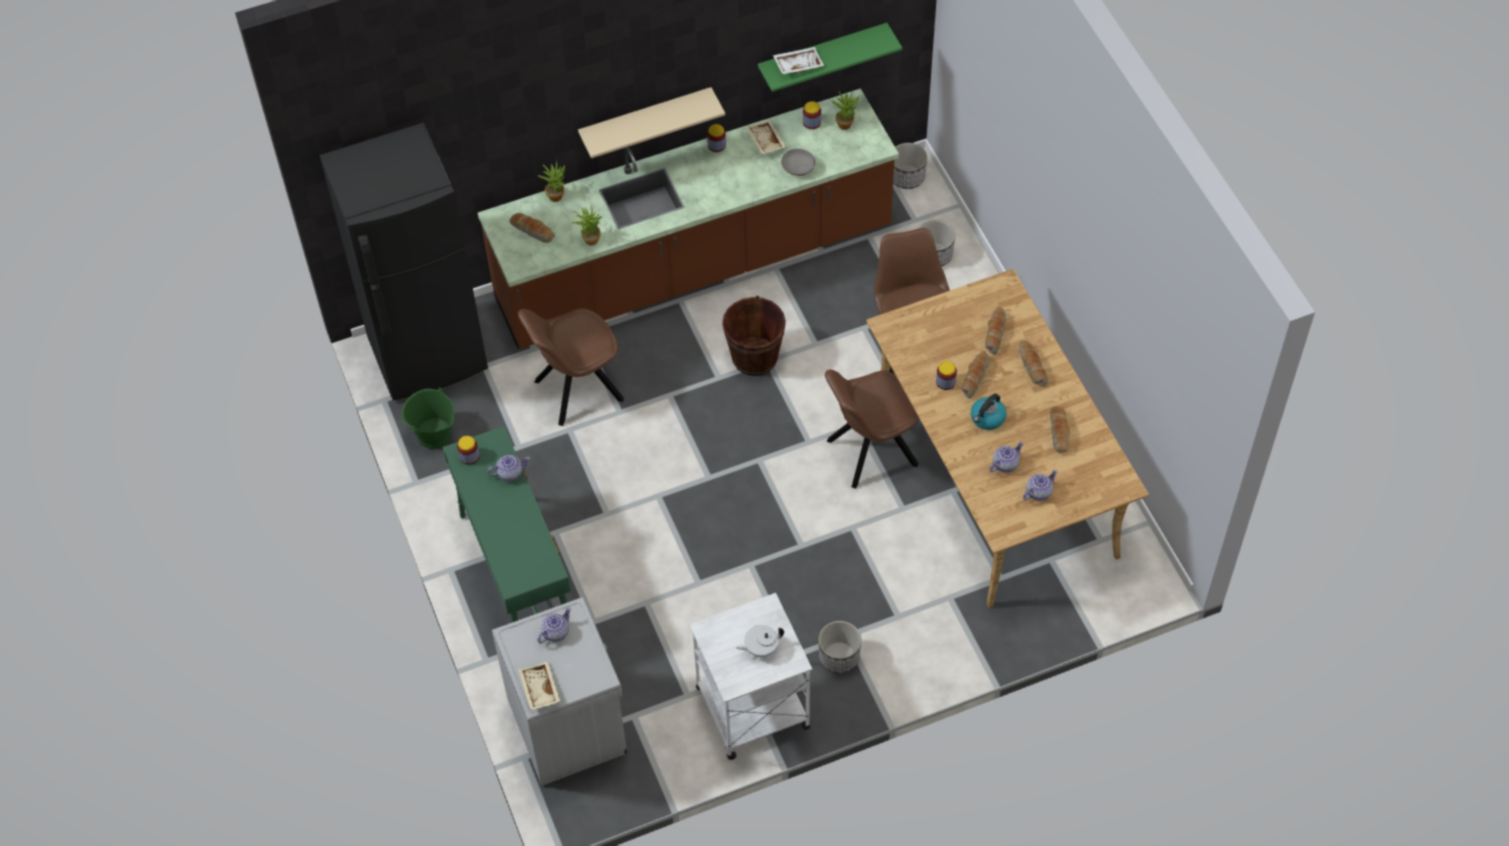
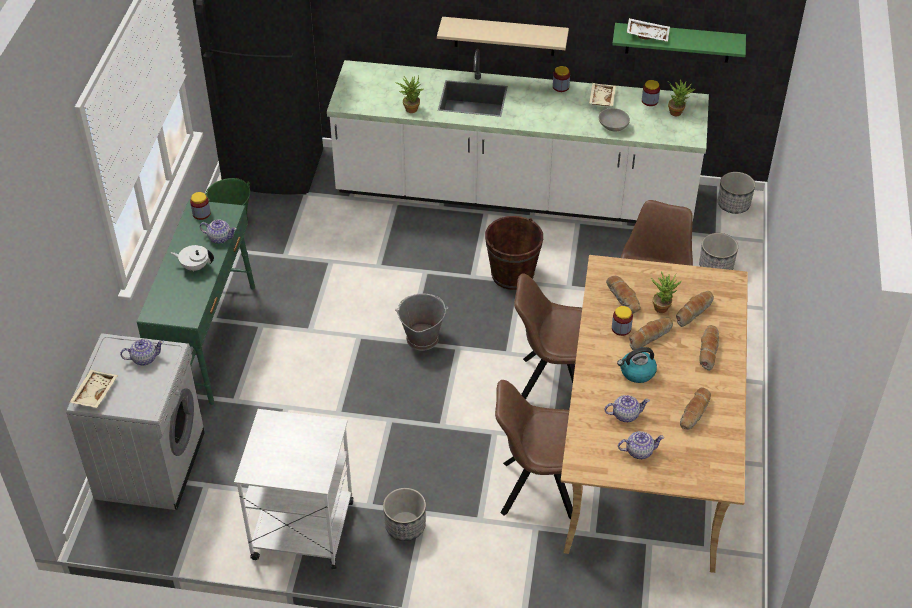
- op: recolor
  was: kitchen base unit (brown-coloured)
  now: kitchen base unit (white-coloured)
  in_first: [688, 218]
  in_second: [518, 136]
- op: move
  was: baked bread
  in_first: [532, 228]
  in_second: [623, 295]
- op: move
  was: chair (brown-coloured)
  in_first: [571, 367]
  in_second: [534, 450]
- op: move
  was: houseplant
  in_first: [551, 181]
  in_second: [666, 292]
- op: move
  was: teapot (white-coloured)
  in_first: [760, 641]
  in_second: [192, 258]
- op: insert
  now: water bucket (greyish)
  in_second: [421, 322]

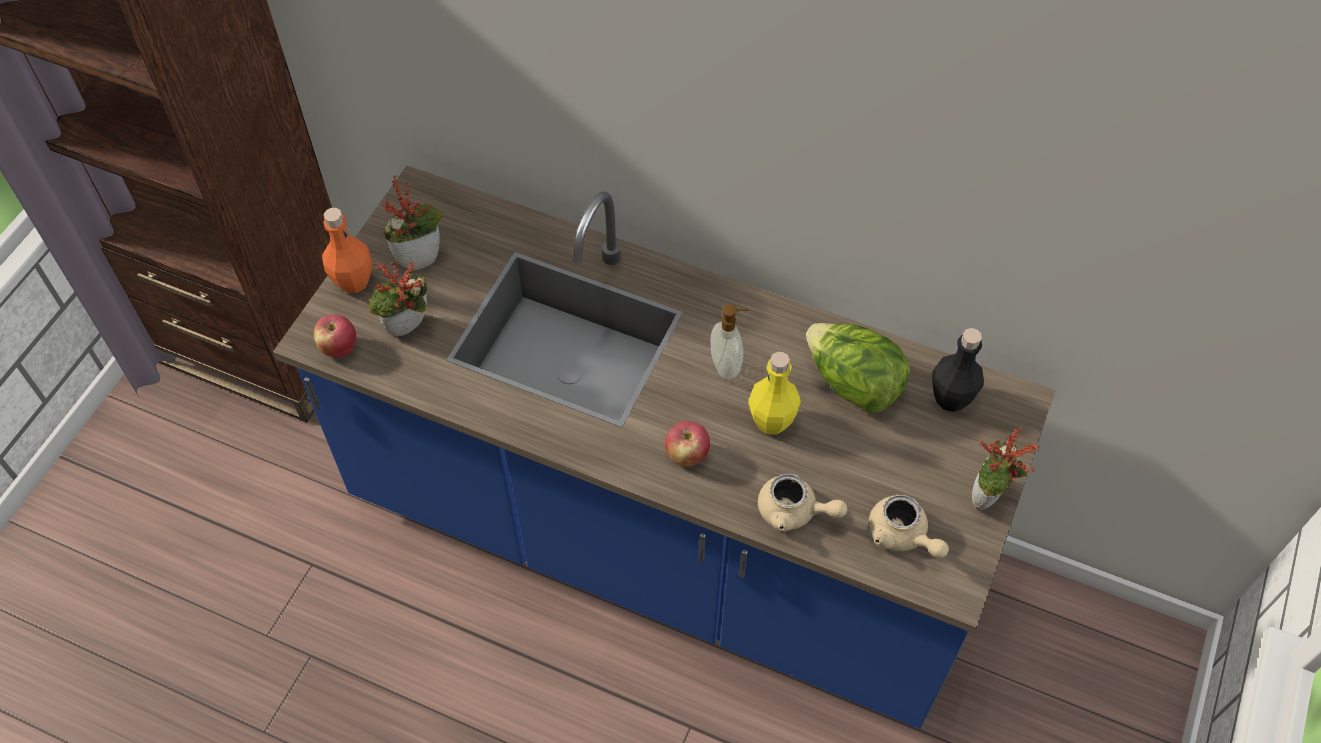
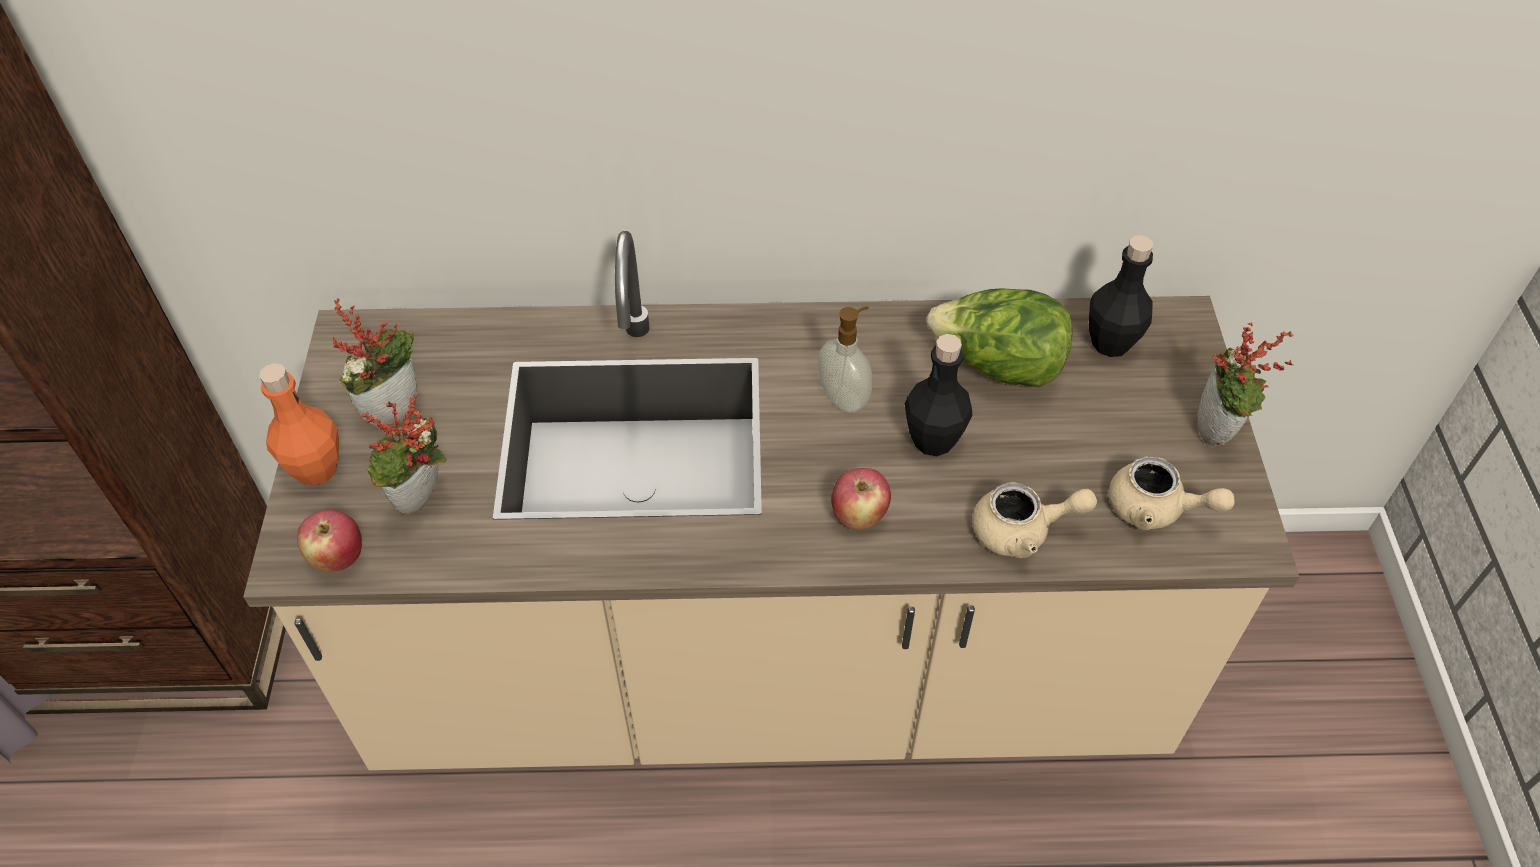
- op: recolor
  was: kitchen base unit (bluish)
  now: kitchen base unit (beige-coloured)
  in_first: [664, 447]
  in_second: [771, 500]
- op: recolor
  was: drink bottle (yellow-coloured)
  now: drink bottle (black-coloured)
  in_first: [774, 393]
  in_second: [938, 395]

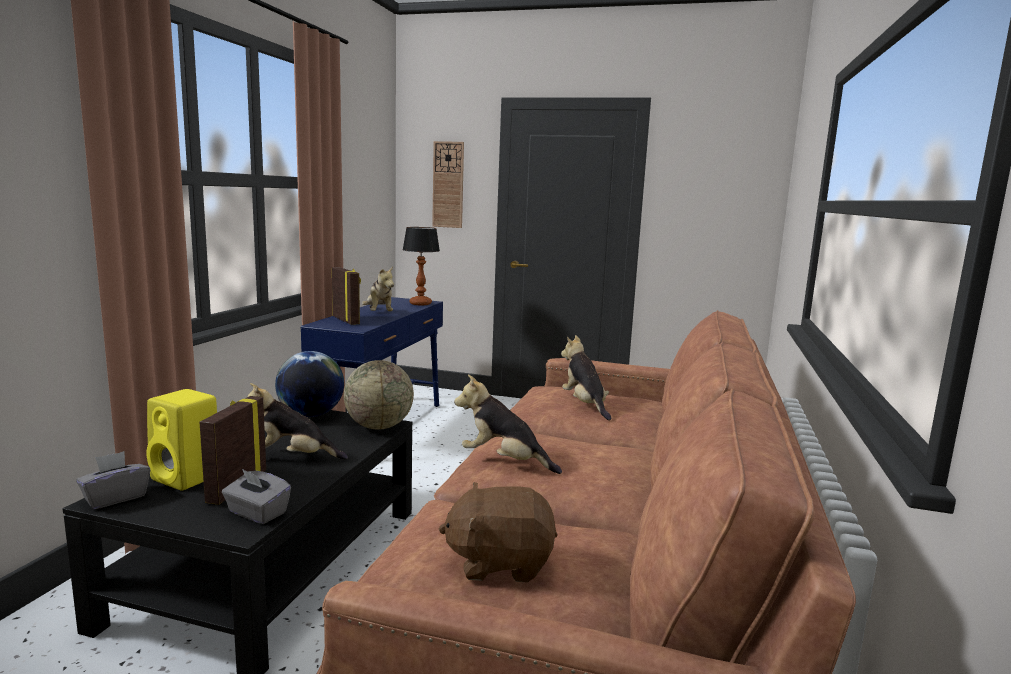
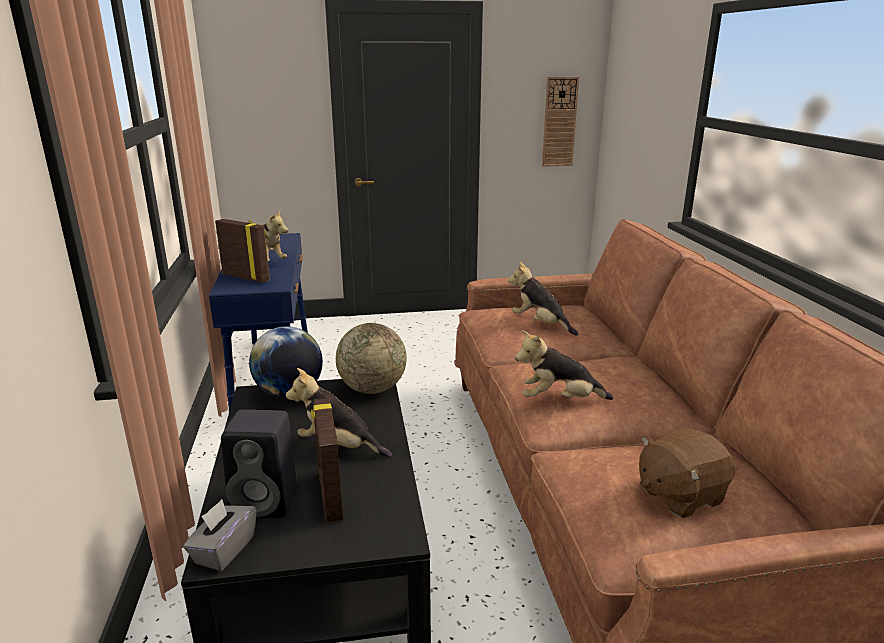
- op: recolor
  was: loudspeaker (yellow-coloured)
  now: loudspeaker (black-coloured)
  in_first: [181, 439]
  in_second: [259, 464]
- op: delete
  was: tissue box (greyish)
  in_first: [256, 496]
- op: rotate
  was: cuddly toy
  in_first: [298, 421]
  in_second: [339, 412]
  clockwise: 45
- op: delete
  was: tabletop lamp
  in_first: [421, 266]
- op: move
  was: hanging clock
  in_first: [448, 184]
  in_second: [560, 122]

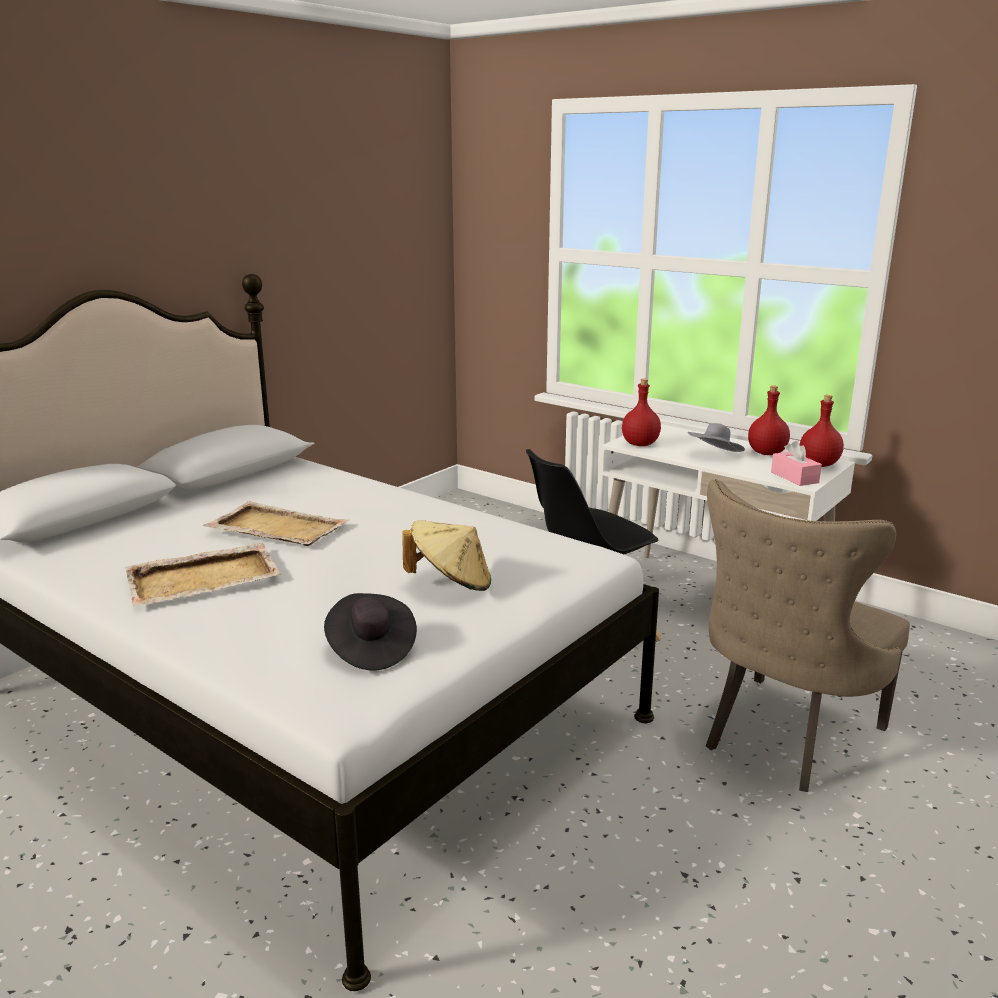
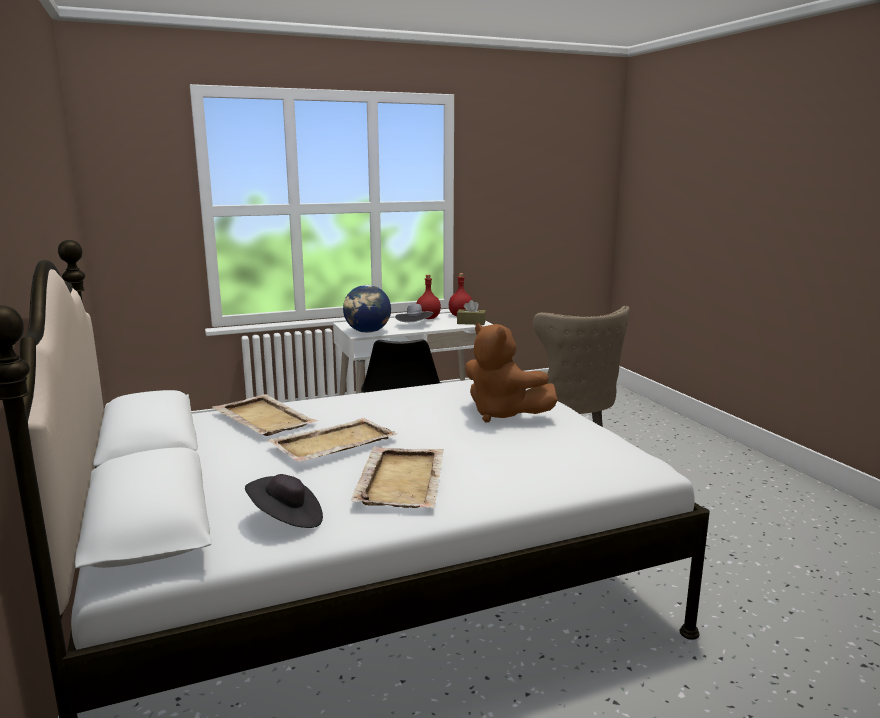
- op: move
  was: hat (black-coloured)
  in_first: [370, 632]
  in_second: [284, 501]
- op: replace
  was: hat (beige-coloured)
  now: cuddly toy (brown-coloured)
  in_first: [446, 555]
  in_second: [511, 373]
- op: replace
  was: drink bottle (red)
  now: desk globe
  in_first: [641, 412]
  in_second: [367, 309]
- op: recolor
  was: tissue box (pink)
  now: tissue box (brown-coloured)
  in_first: [796, 463]
  in_second: [471, 312]
- op: insert
  now: carrying tray (beige-coloured)
  in_second: [265, 415]

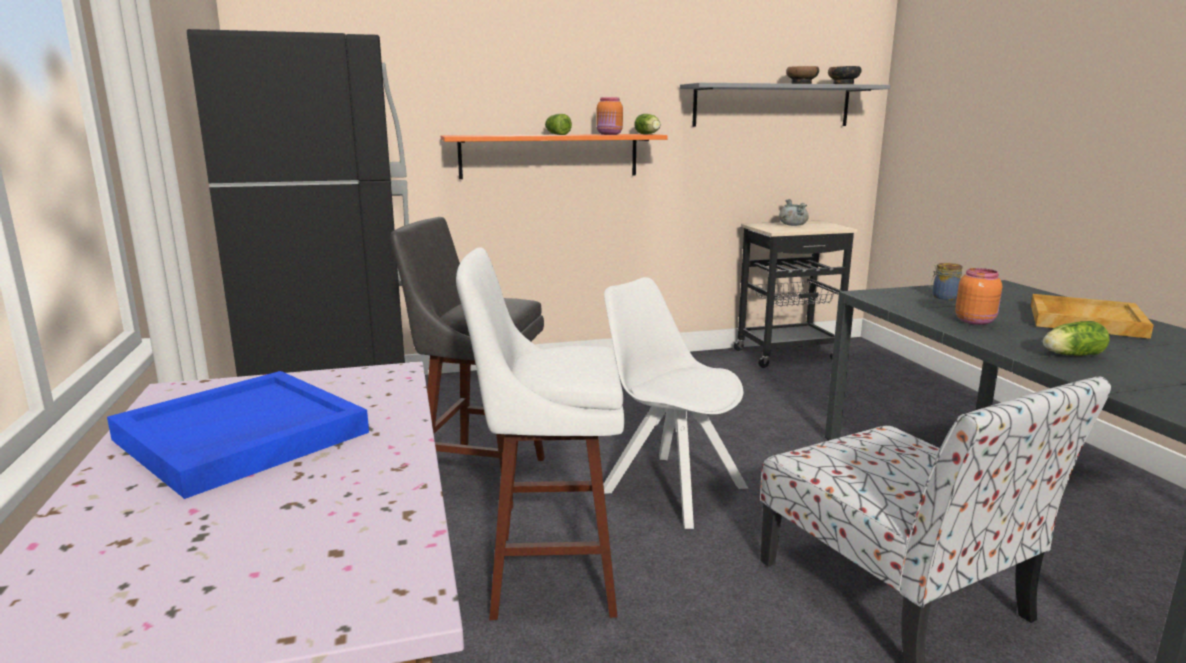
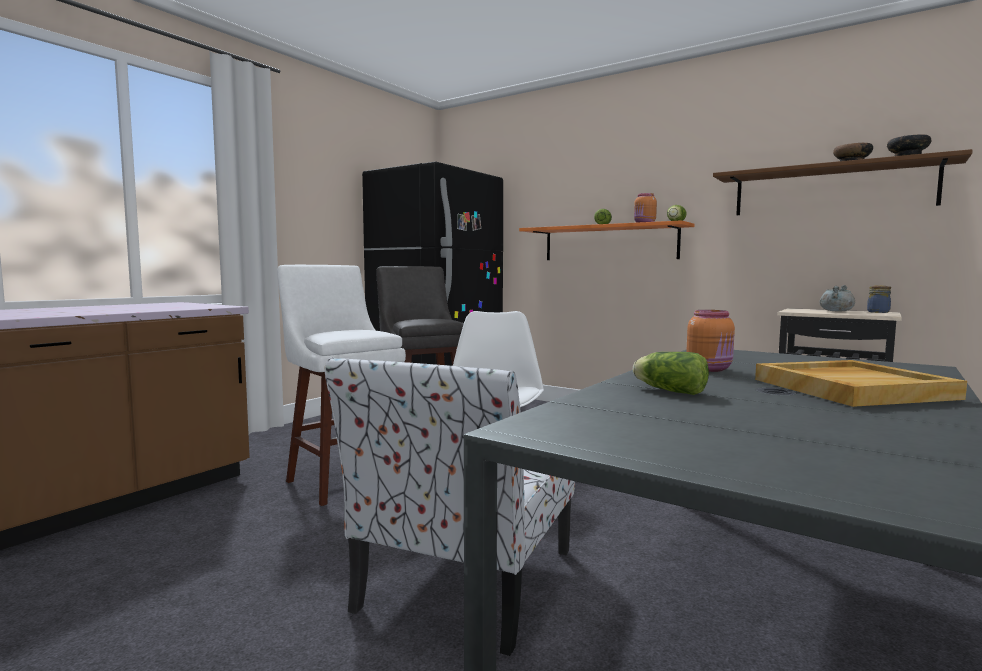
- op: delete
  was: carrying tray (bluish)
  in_first: [238, 435]
- op: recolor
  was: wall shelf (greyish)
  now: wall shelf (brown-coloured)
  in_first: [785, 105]
  in_second: [843, 182]
- op: move
  was: storage jar
  in_first: [947, 281]
  in_second: [879, 299]

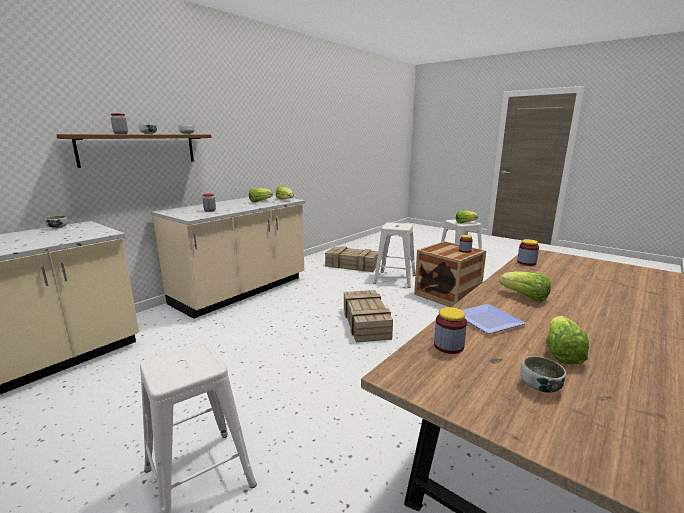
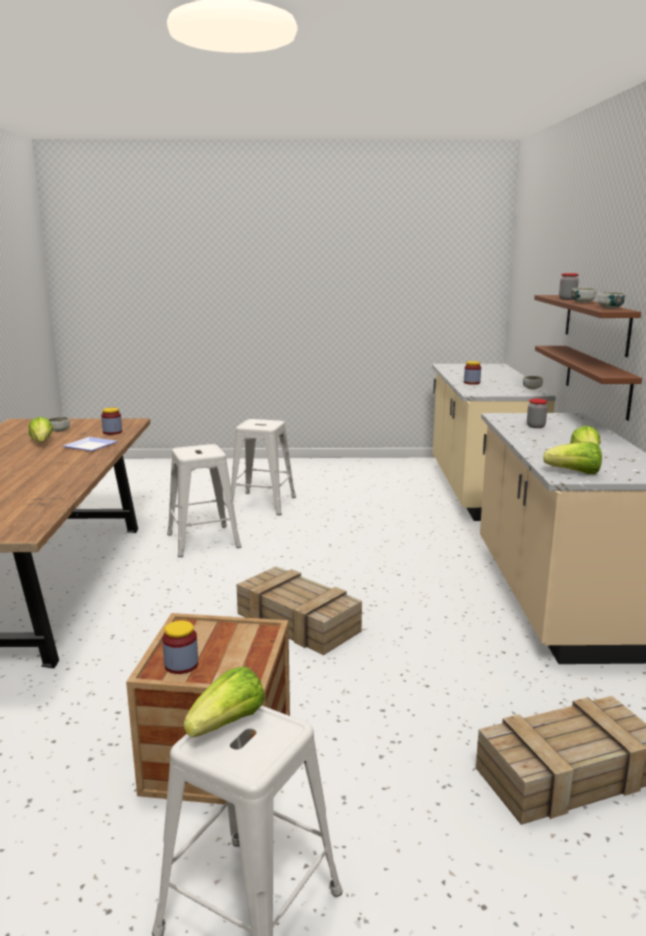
- op: move
  was: sitting stool (white-coloured)
  in_first: [394, 255]
  in_second: [204, 500]
- op: delete
  was: head of lettuce
  in_first: [525, 286]
- op: move
  was: storage jar
  in_first: [528, 252]
  in_second: [472, 373]
- op: insert
  now: wall shelf (brown-coloured)
  in_second: [588, 383]

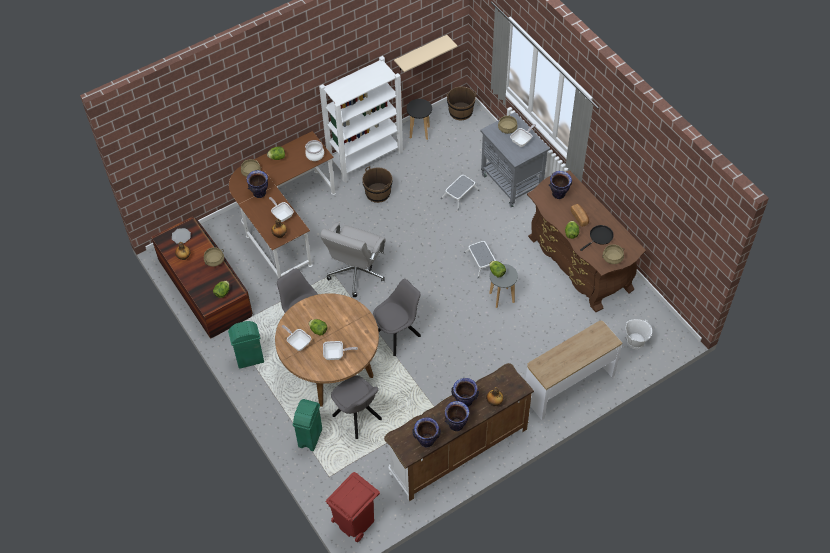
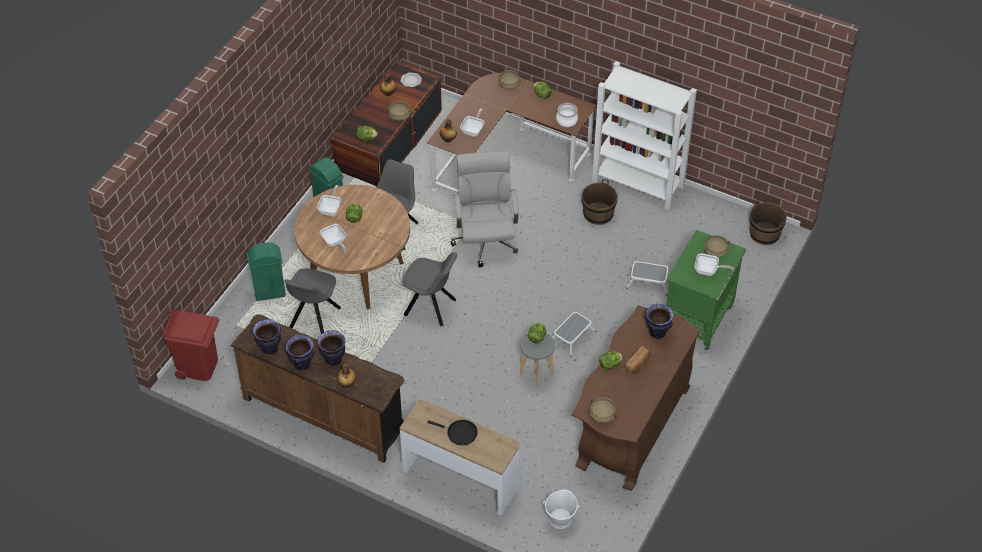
- op: delete
  was: decorative vase
  in_first: [257, 184]
- op: rotate
  was: office chair (greyish)
  in_first: [353, 259]
  in_second: [485, 209]
  clockwise: 90
- op: recolor
  was: cupboard (white-coloured)
  now: cupboard (black-coloured)
  in_first: [459, 432]
  in_second: [317, 389]
- op: delete
  was: wall shelf (beige-coloured)
  in_first: [426, 53]
- op: delete
  was: sitting stool (black-coloured)
  in_first: [419, 119]
- op: recolor
  was: wheeled cart (greyish)
  now: wheeled cart (green-coloured)
  in_first: [515, 160]
  in_second: [706, 290]
- op: move
  was: frying pan (black-coloured)
  in_first: [597, 238]
  in_second: [452, 432]

